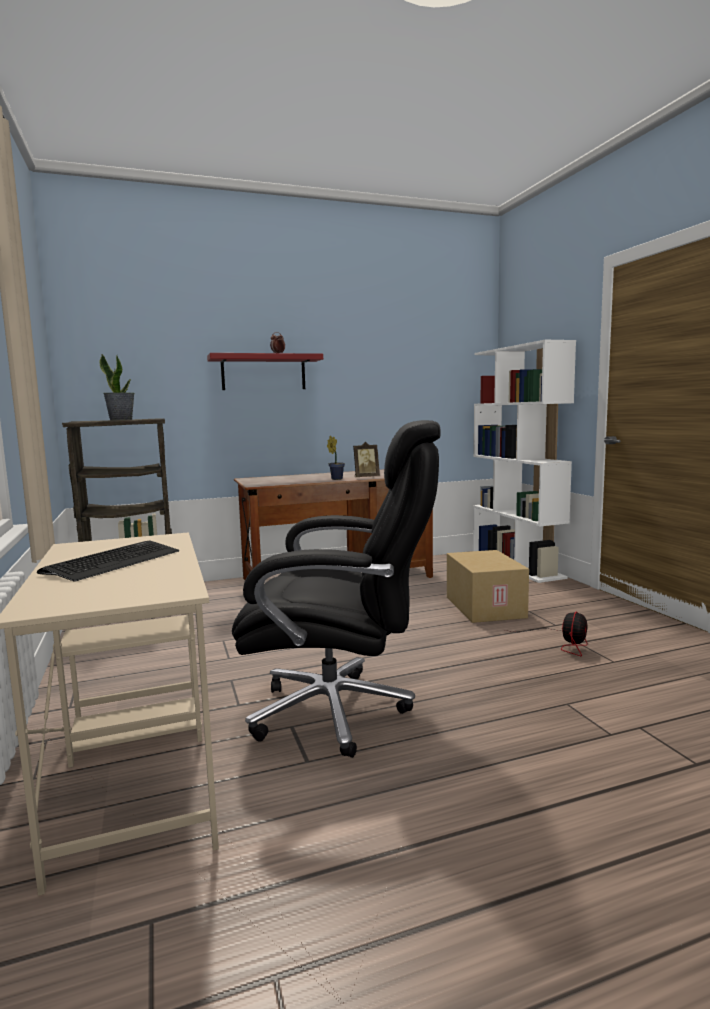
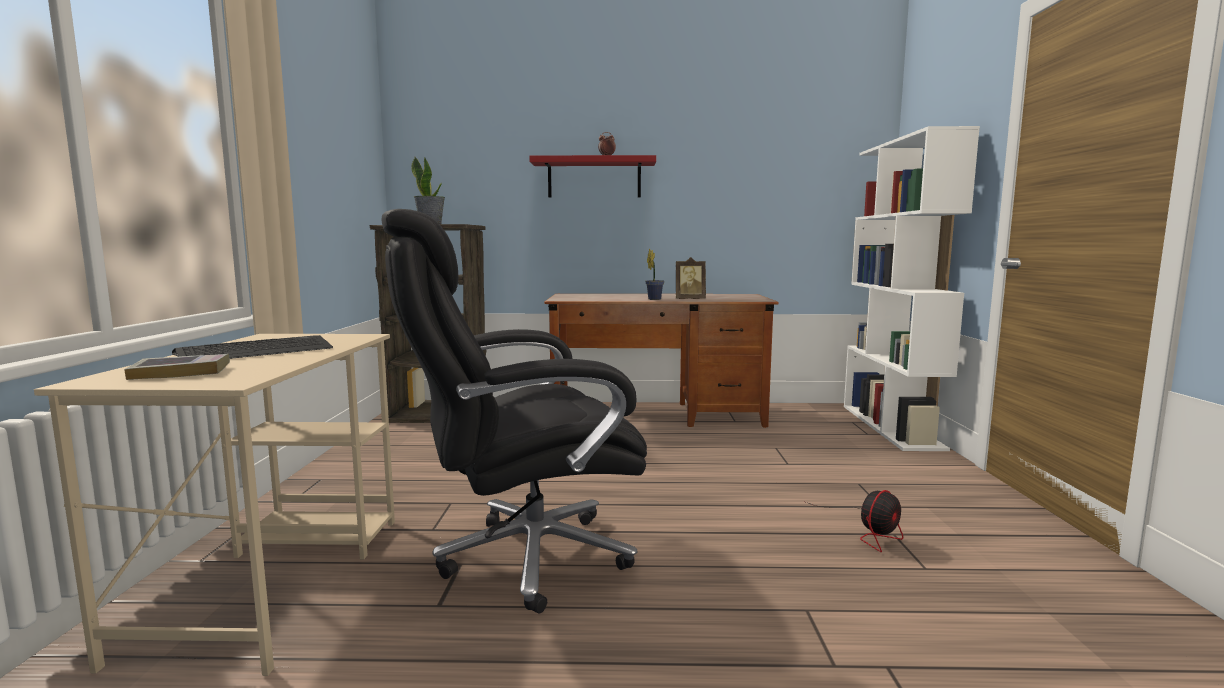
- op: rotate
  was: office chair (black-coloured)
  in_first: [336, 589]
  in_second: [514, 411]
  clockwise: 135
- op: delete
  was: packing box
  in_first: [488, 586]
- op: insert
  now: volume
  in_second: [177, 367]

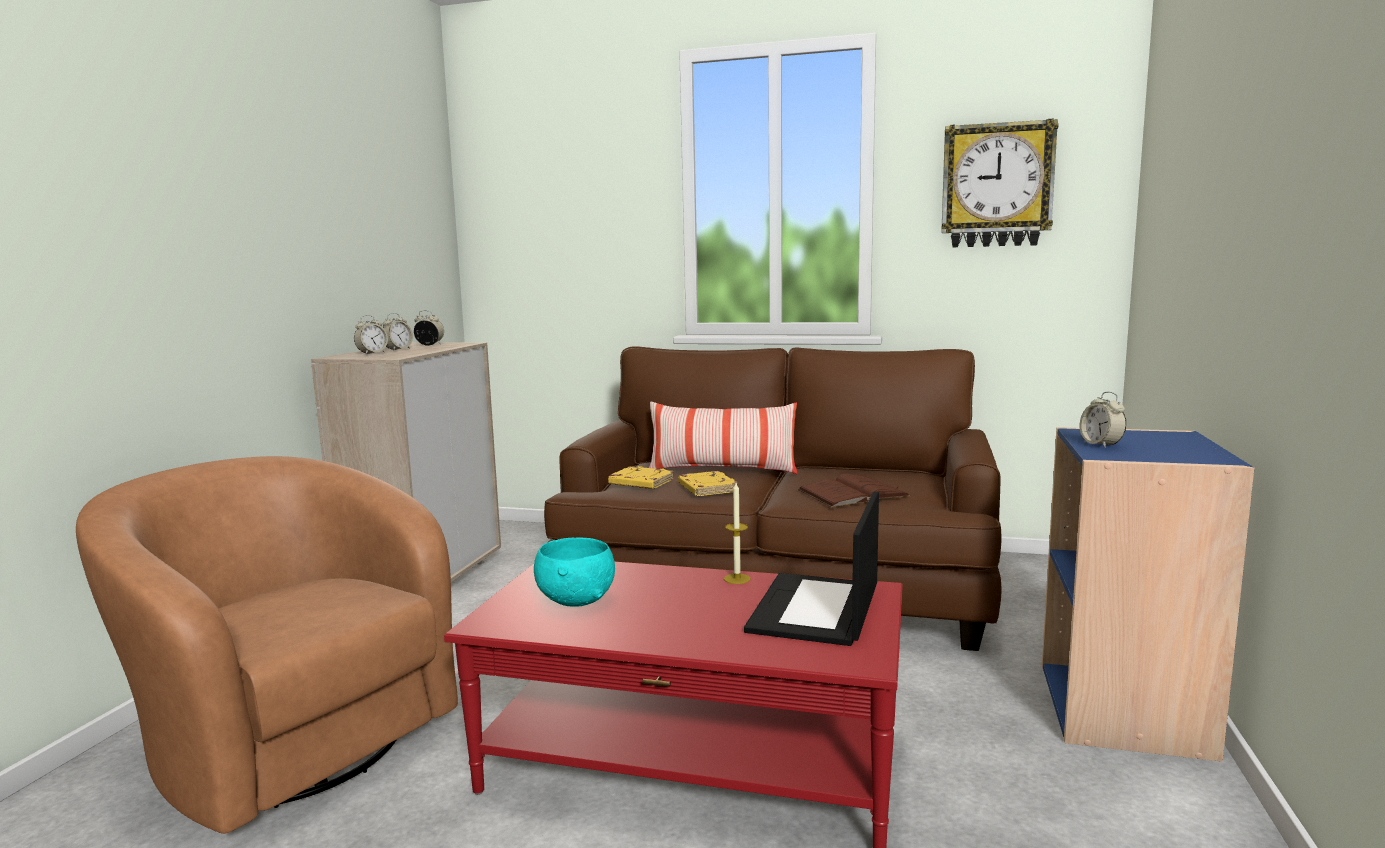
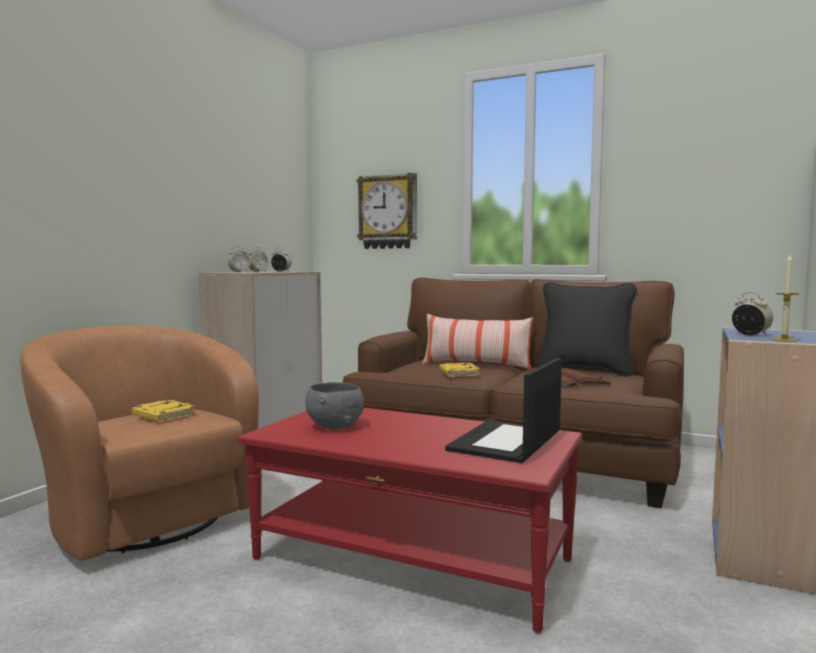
- op: recolor
  was: deep dish (blue-green)
  now: deep dish (greyish)
  in_first: [574, 572]
  in_second: [334, 405]
- op: move
  was: volume (yellow-coloured)
  in_first: [641, 477]
  in_second: [164, 411]
- op: move
  was: candle
  in_first: [737, 533]
  in_second: [785, 298]
- op: move
  was: hanging clock
  in_first: [1000, 183]
  in_second: [386, 211]
- op: rotate
  was: alarm clock
  in_first: [1103, 420]
  in_second: [752, 313]
  clockwise: 150
- op: insert
  now: pillow (black-coloured)
  in_second: [587, 329]

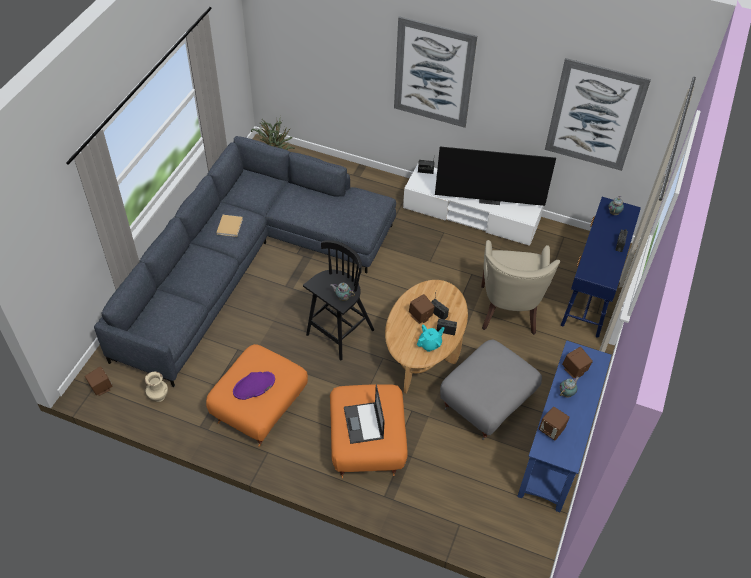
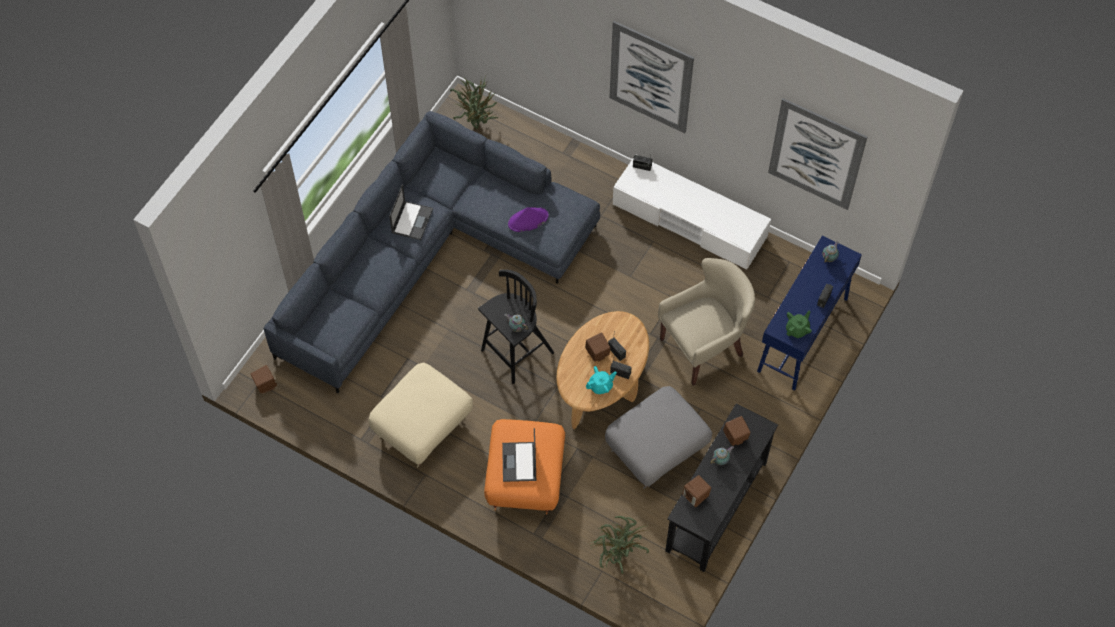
- op: delete
  was: decorative vase (beige-coloured)
  in_first: [156, 387]
- op: recolor
  was: pouffe (orangey)
  now: pouffe (beige-coloured)
  in_first: [257, 395]
  in_second: [420, 415]
- op: replace
  was: volume (beige-coloured)
  now: laptop
  in_first: [229, 226]
  in_second: [411, 212]
- op: move
  was: hat (purplish)
  in_first: [254, 385]
  in_second: [528, 219]
- op: delete
  was: TV
  in_first: [495, 176]
- op: rotate
  was: lounge chair (beige-coloured)
  in_first: [520, 287]
  in_second: [706, 322]
  clockwise: -135
- op: recolor
  was: hall table (bluish)
  now: hall table (black-coloured)
  in_first: [564, 426]
  in_second: [721, 487]
- op: insert
  now: houseplant
  in_second: [618, 545]
- op: insert
  now: teapot (green-coloured)
  in_second: [799, 324]

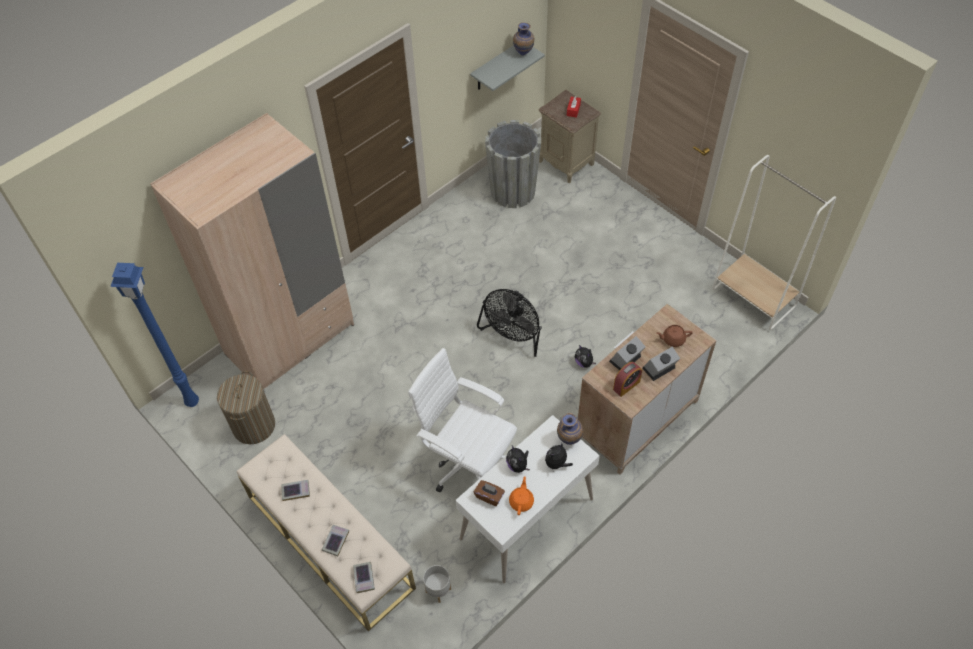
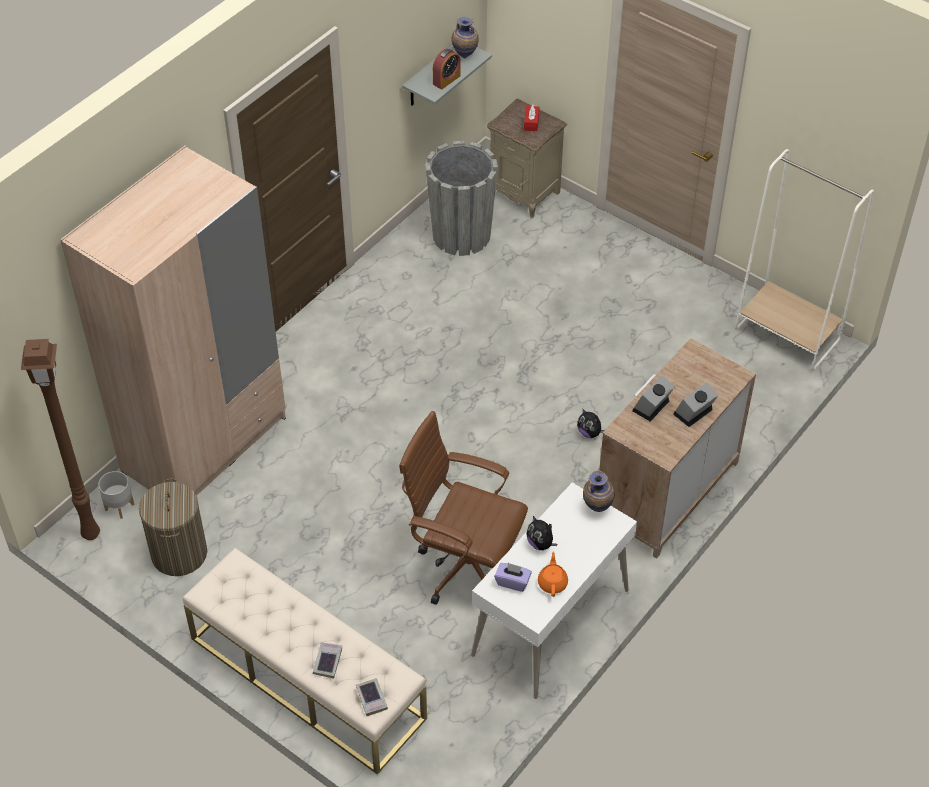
- op: recolor
  was: standard lamp (bluish)
  now: standard lamp (brown-coloured)
  in_first: [154, 335]
  in_second: [60, 439]
- op: delete
  was: volume
  in_first: [295, 490]
- op: recolor
  was: office chair (white-coloured)
  now: office chair (brown-coloured)
  in_first: [462, 420]
  in_second: [463, 508]
- op: move
  was: planter (greyish)
  in_first: [437, 584]
  in_second: [116, 495]
- op: recolor
  was: tissue box (brown-coloured)
  now: tissue box (purplish)
  in_first: [489, 493]
  in_second: [513, 577]
- op: delete
  was: fan (black-coloured)
  in_first: [509, 323]
- op: delete
  was: cuddly toy
  in_first: [559, 456]
- op: move
  was: alarm clock
  in_first: [627, 379]
  in_second: [447, 69]
- op: delete
  was: teapot (brown-coloured)
  in_first: [674, 336]

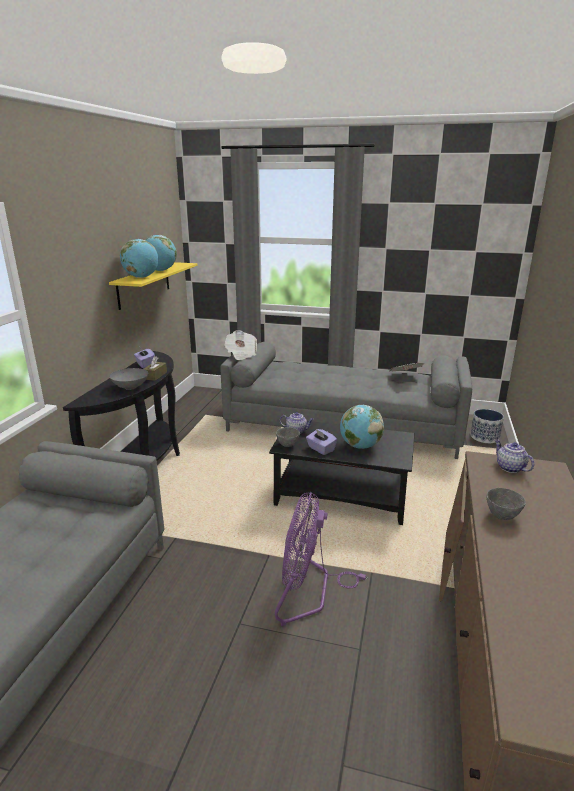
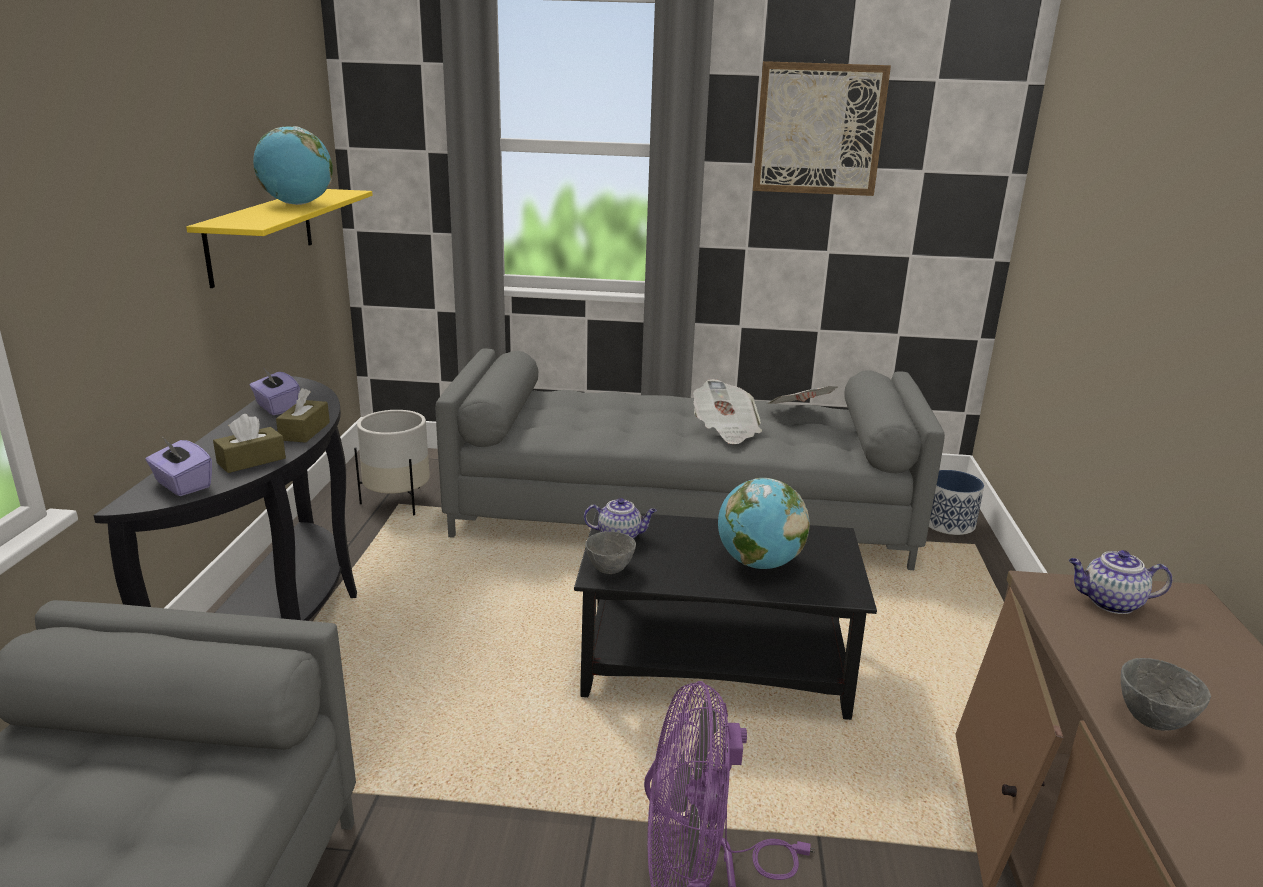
- op: replace
  was: deep dish (greyish)
  now: tissue box (brown-coloured)
  in_first: [129, 379]
  in_second: [249, 443]
- op: delete
  was: desk globe
  in_first: [139, 258]
- op: move
  was: newspaper
  in_first: [240, 345]
  in_second: [727, 412]
- op: move
  was: tissue box (purplish)
  in_first: [321, 442]
  in_second: [178, 467]
- op: rotate
  was: teapot
  in_first: [514, 456]
  in_second: [1120, 582]
  clockwise: -45
- op: insert
  now: planter (white-coloured)
  in_second: [392, 462]
- op: insert
  now: wall art
  in_second: [822, 128]

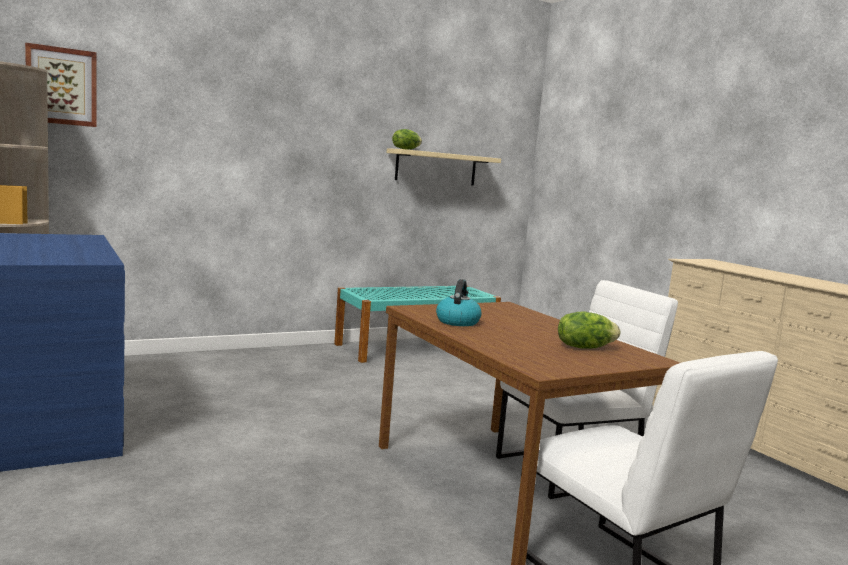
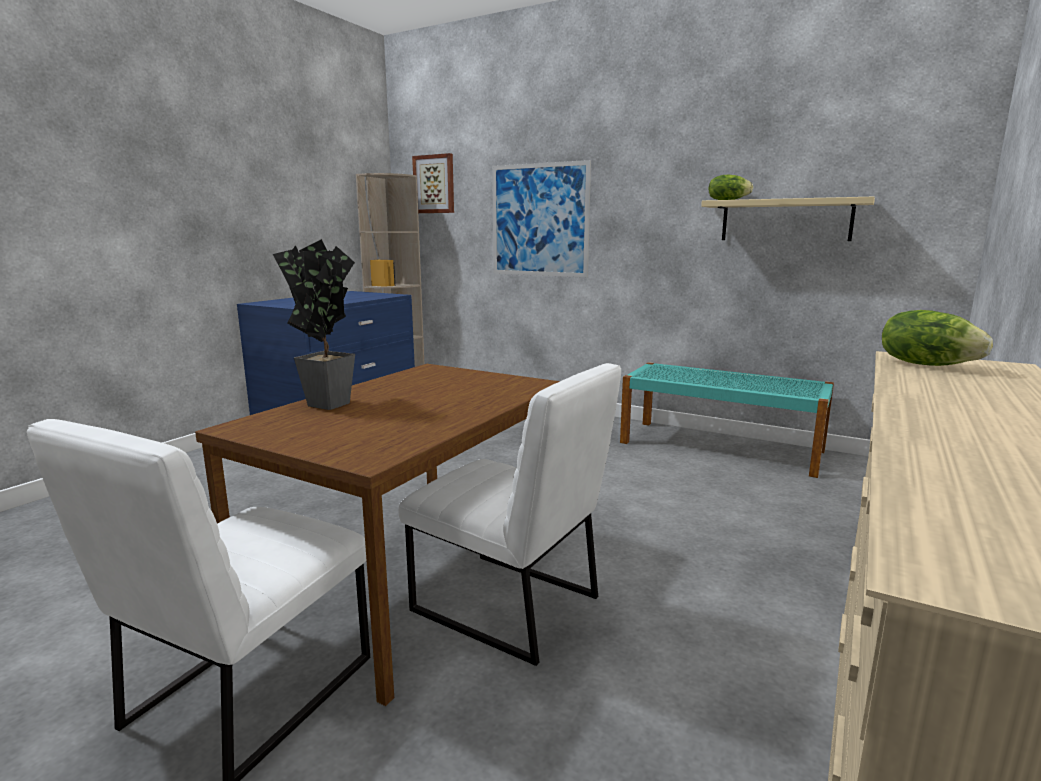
- op: delete
  was: tea kettle
  in_first: [458, 302]
- op: move
  was: head of lettuce
  in_first: [589, 330]
  in_second: [937, 338]
- op: insert
  now: houseplant
  in_second: [314, 324]
- op: insert
  now: wall art
  in_second: [541, 218]

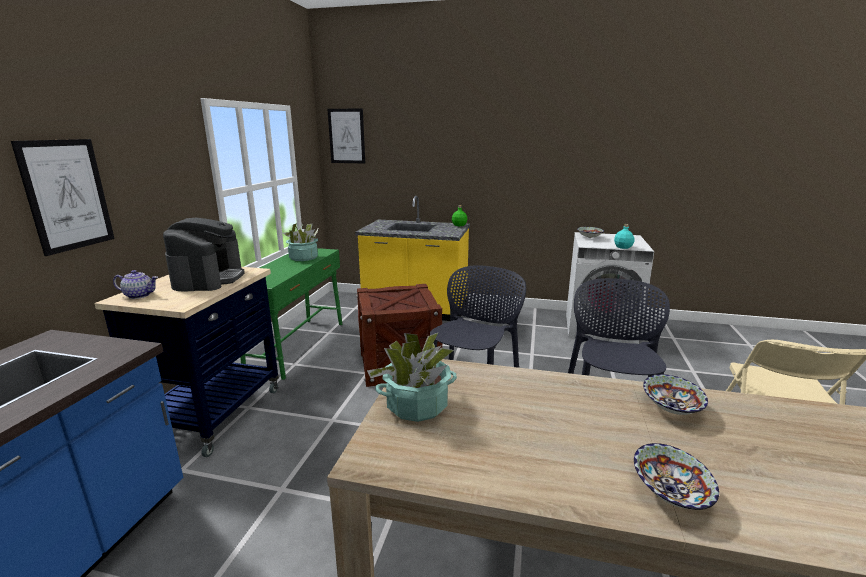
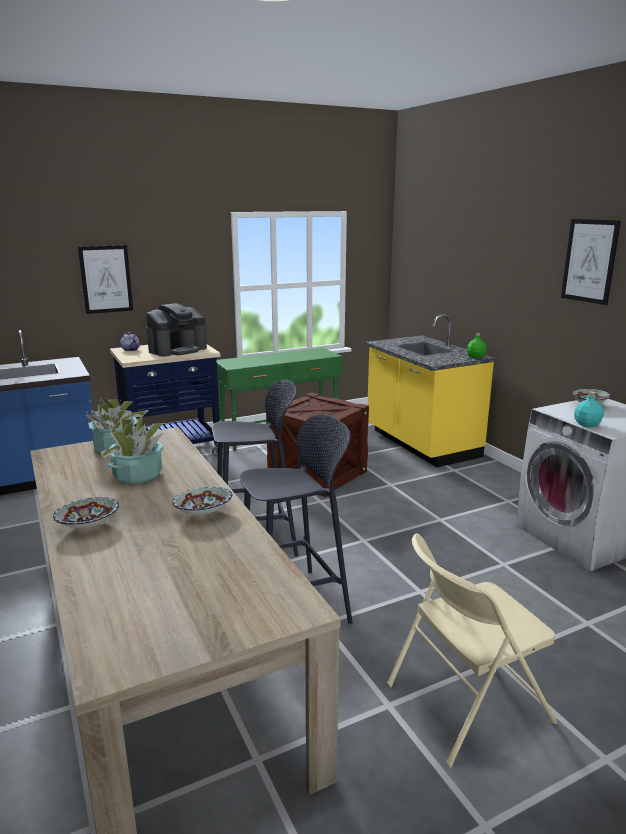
- op: move
  was: houseplant
  in_first: [301, 242]
  in_second: [132, 450]
- op: move
  was: wall art
  in_first: [346, 136]
  in_second: [591, 262]

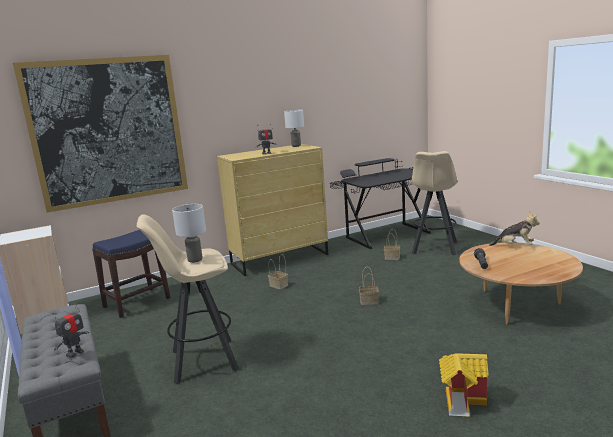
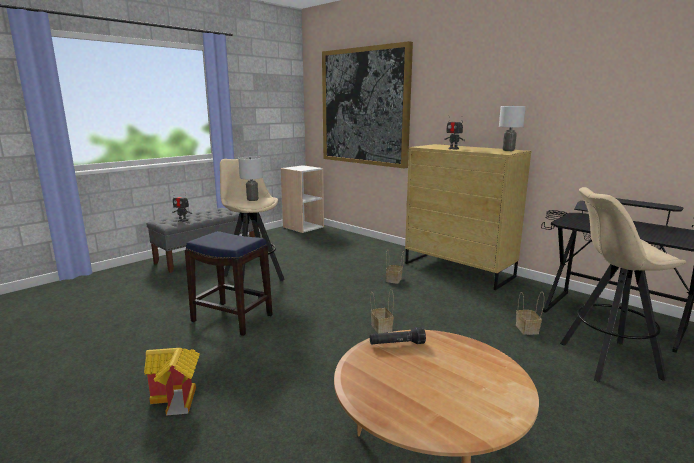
- op: move
  was: sitting stool
  in_first: [131, 274]
  in_second: [229, 283]
- op: delete
  was: cuddly toy
  in_first: [514, 229]

